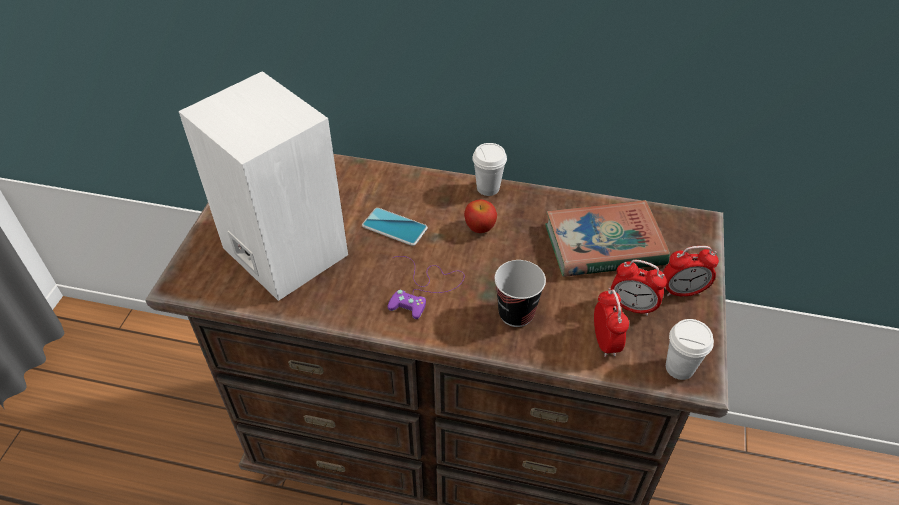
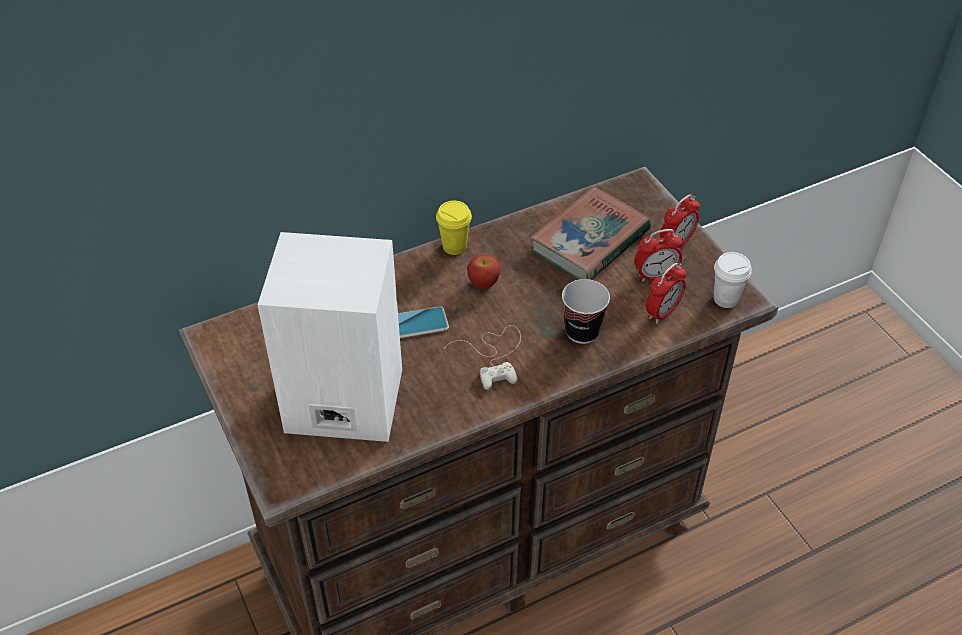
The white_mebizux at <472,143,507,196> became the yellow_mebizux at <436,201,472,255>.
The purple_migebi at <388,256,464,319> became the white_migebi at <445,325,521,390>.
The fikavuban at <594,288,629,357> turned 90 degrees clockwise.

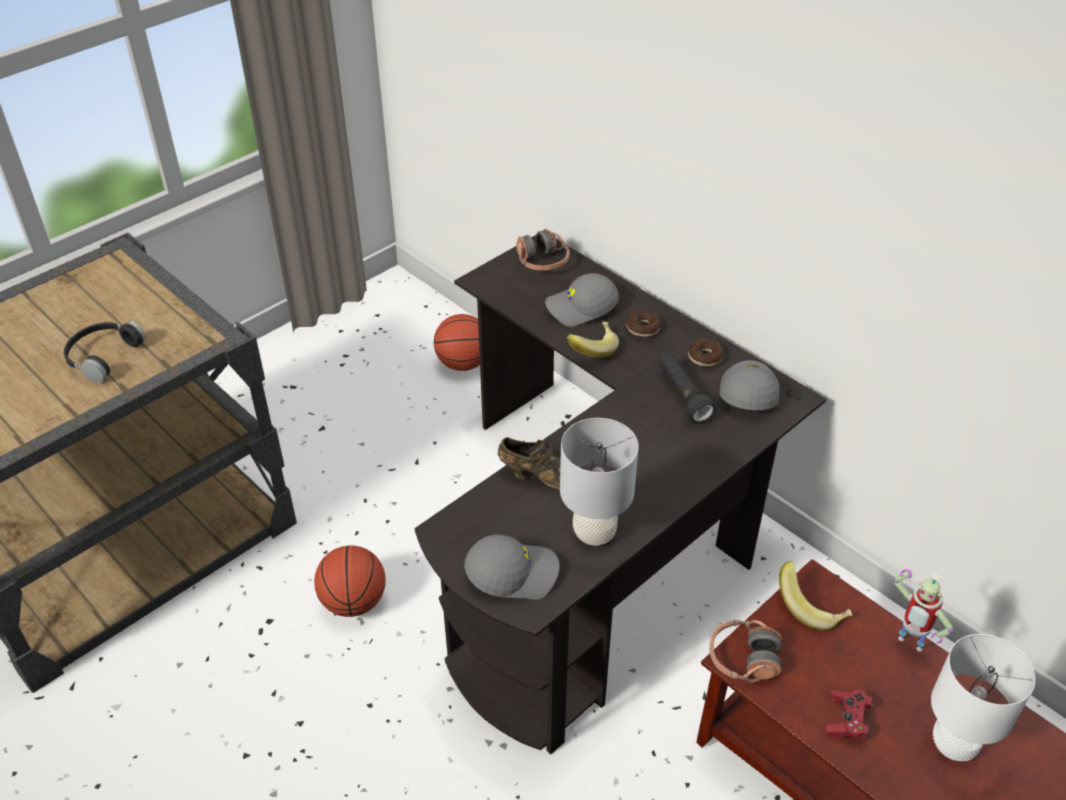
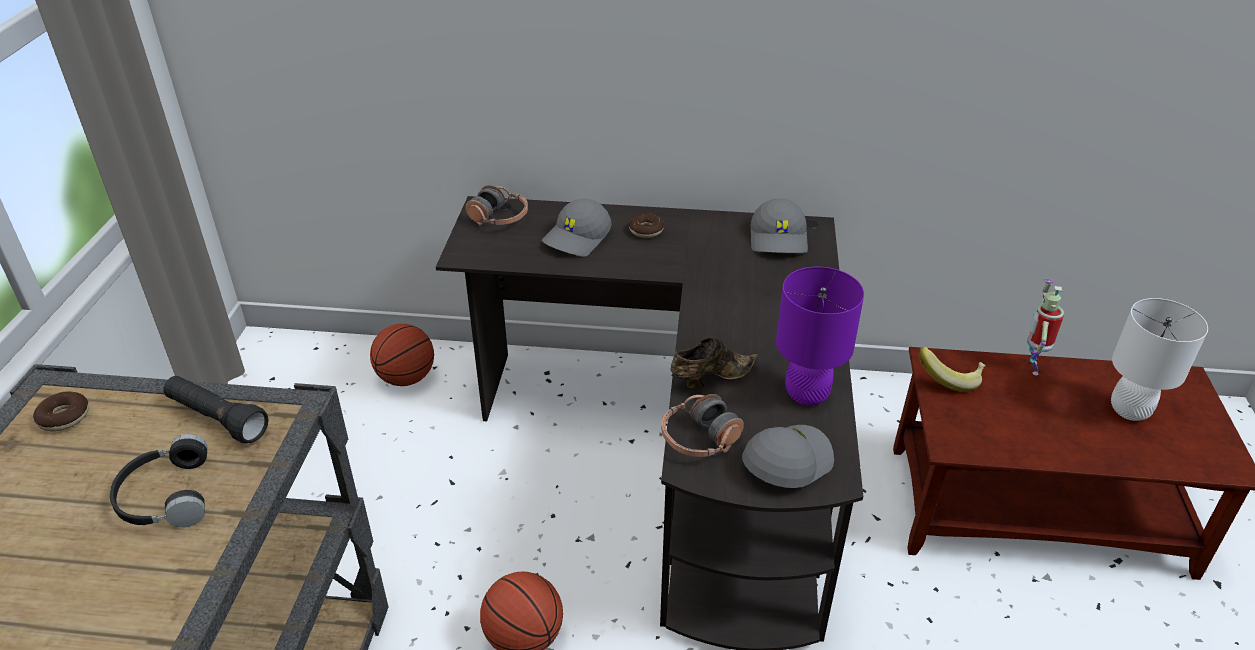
The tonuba moved from <688,339,724,367> to <33,391,89,431>.
The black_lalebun moved from <658,352,716,424> to <163,376,269,444>.
The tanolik moved from <709,620,782,683> to <662,394,744,457>.
The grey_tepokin at <719,360,780,410> turned 150 degrees counterclockwise.
The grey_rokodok at <560,418,639,546> became the purple_rokodok at <776,267,864,406>.
The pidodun at <894,569,953,652> turned 105 degrees clockwise.
The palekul at <567,322,619,358> disappeared.
The red_migebi at <825,690,873,740> disappeared.

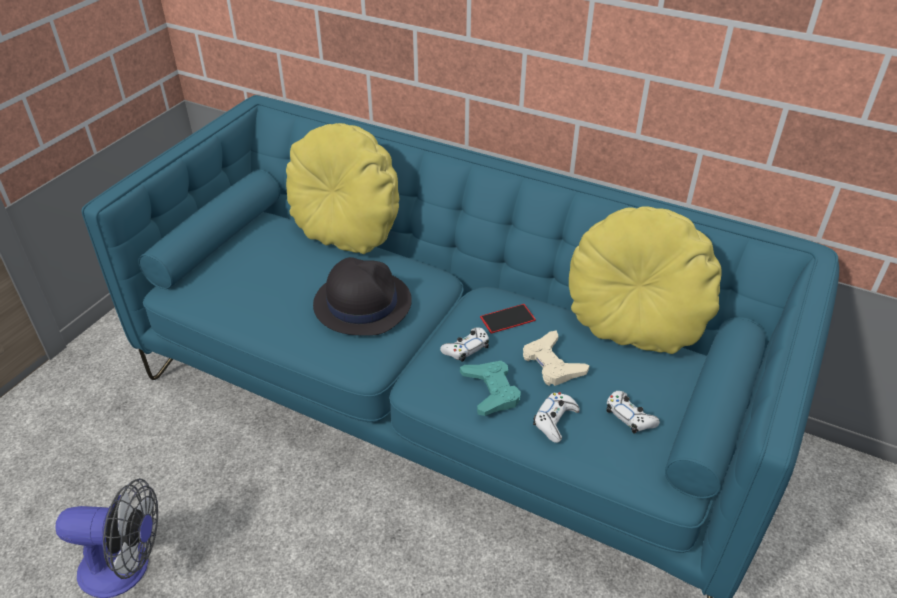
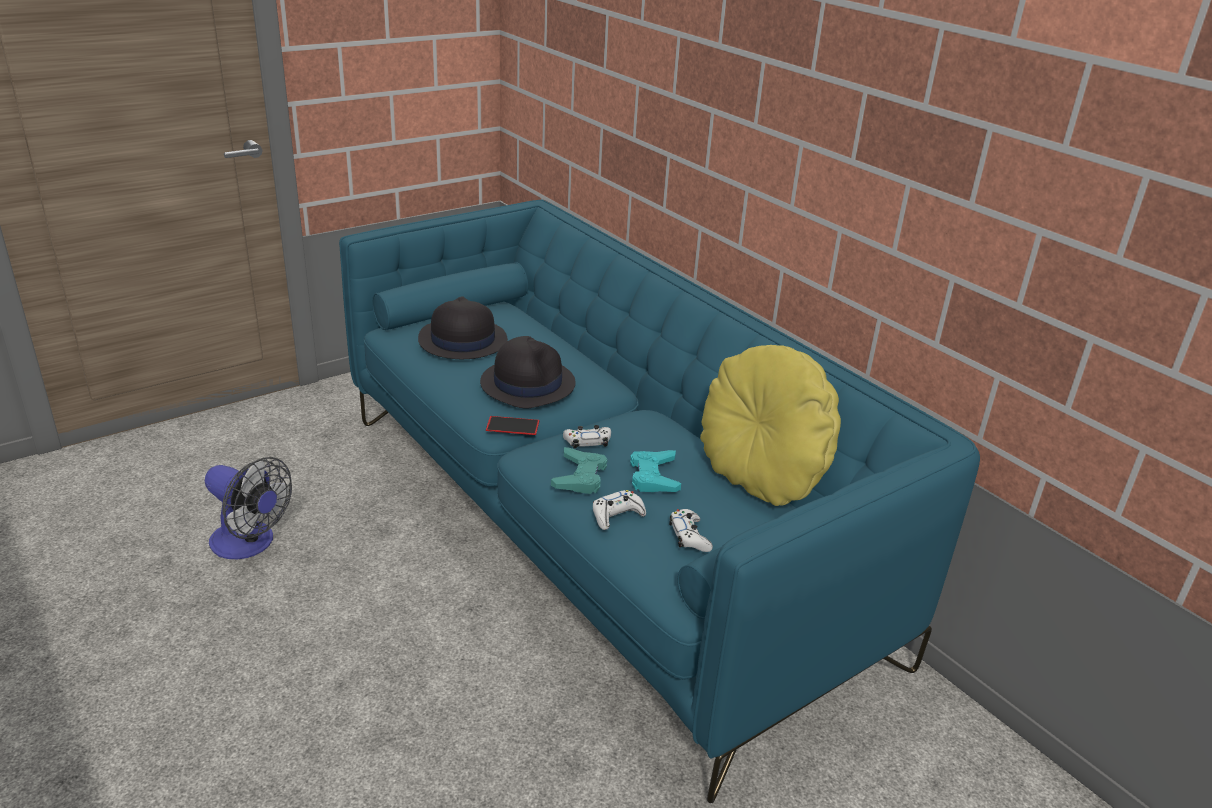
The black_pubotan at <418,296,508,359> appeared.
The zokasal moved from <480,304,536,333> to <486,416,540,435>.
The beige_migebi at <523,330,589,386> became the turquoise_migebi at <630,450,681,492>.
The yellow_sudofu at <286,123,399,254> disappeared.

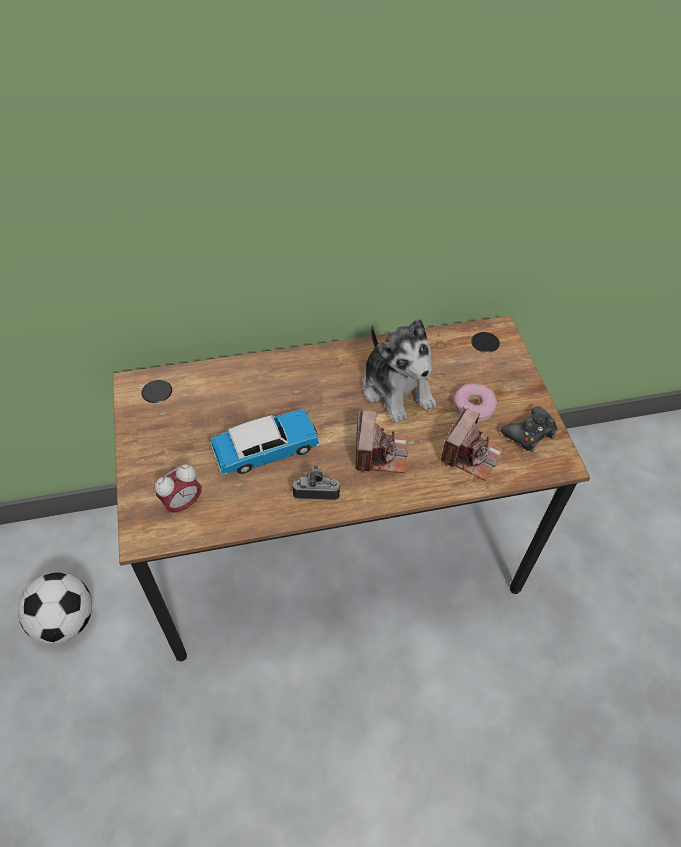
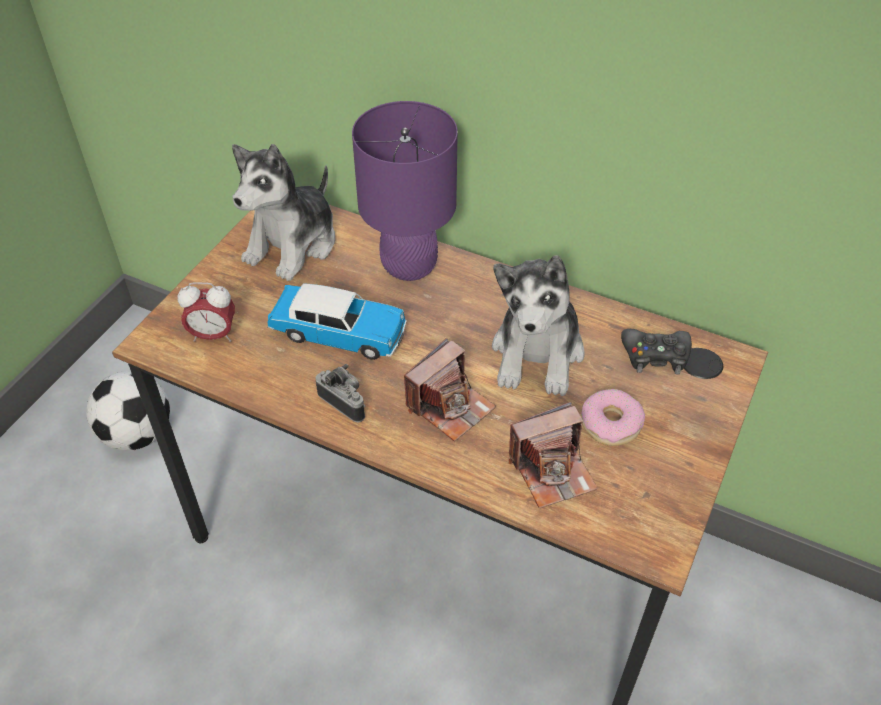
The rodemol at <232,144,335,281> appeared.
The purple_rokodok at <352,101,458,281> appeared.
The black_migebi moved from <501,406,557,452> to <621,329,692,374>.

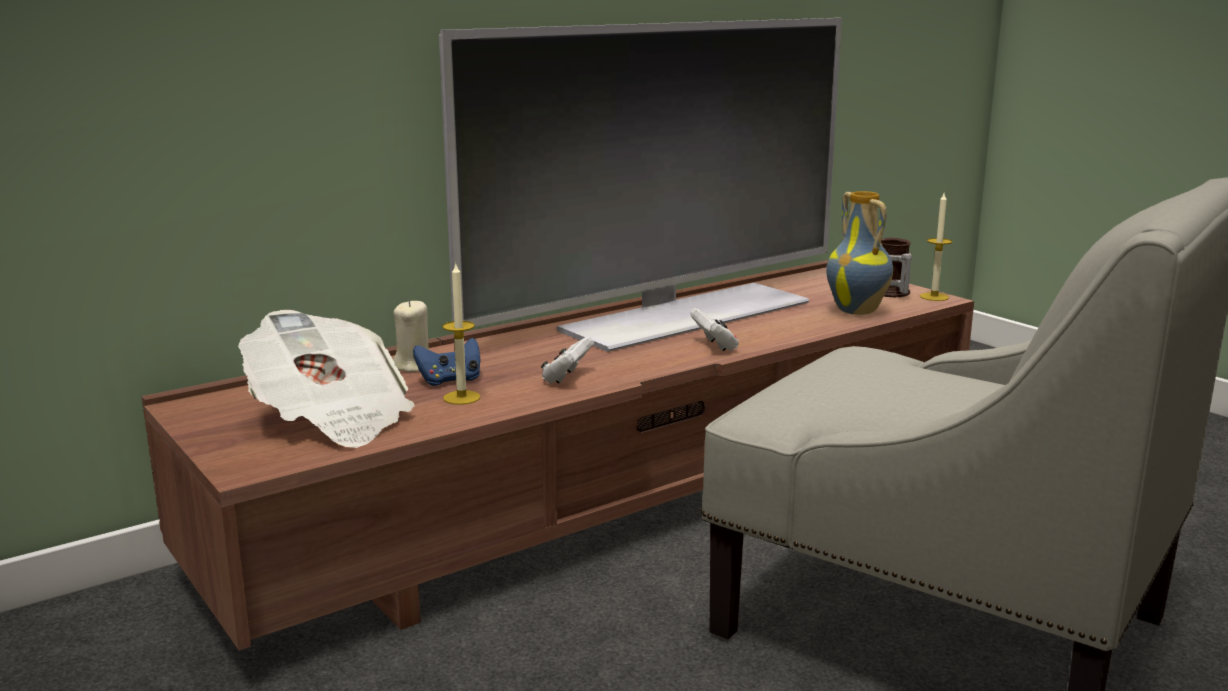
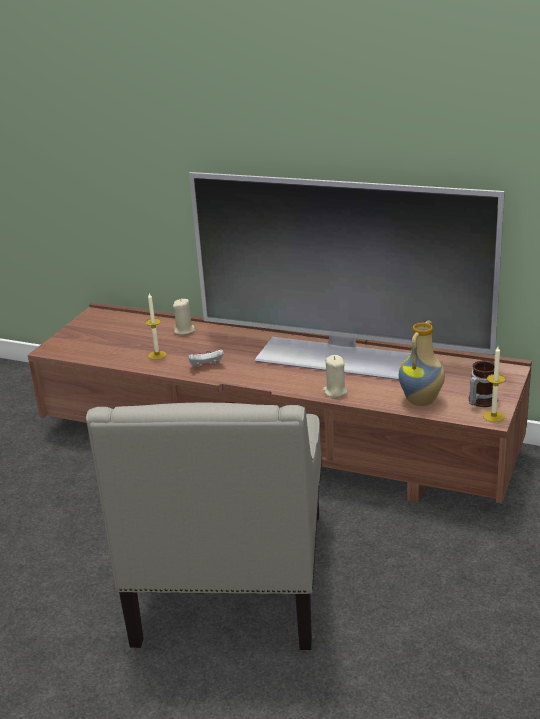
The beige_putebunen at <323,355,347,397> appeared.
The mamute at <238,310,415,448> disappeared.
The blue_migebi at <413,338,480,386> disappeared.
The white_migebi at <690,308,739,351> disappeared.

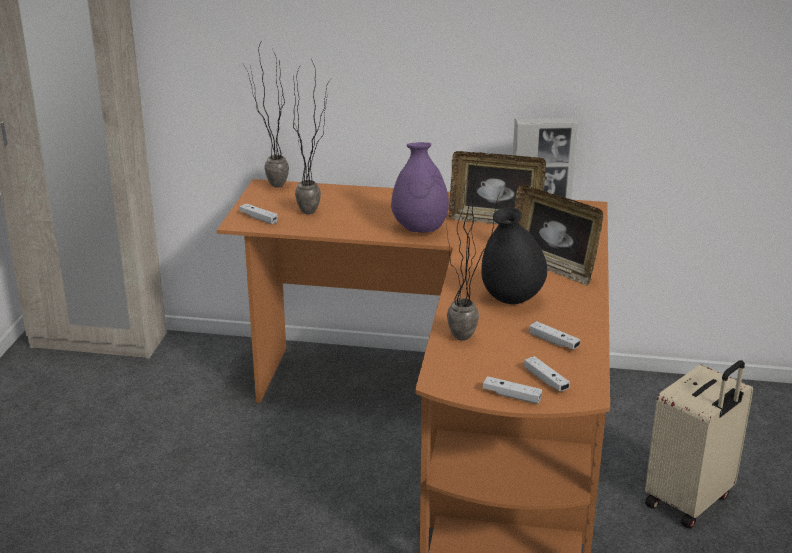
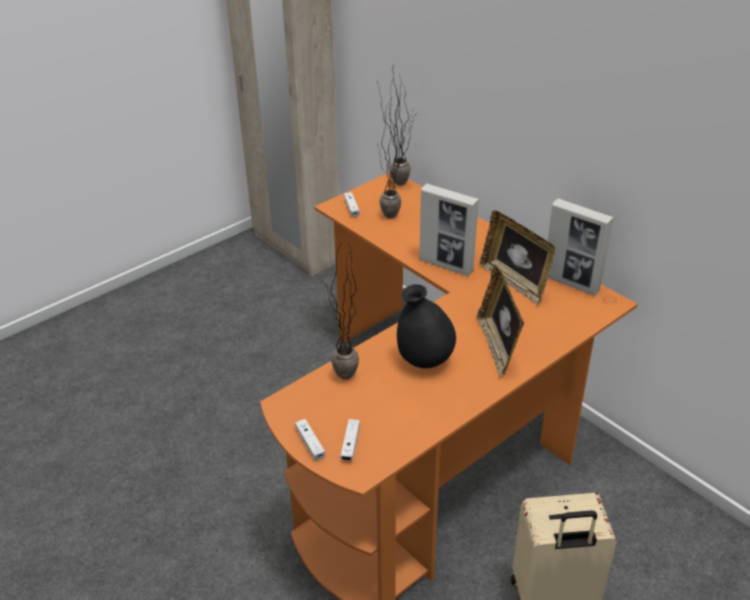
The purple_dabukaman at <391,142,449,233> was replaced by the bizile at <419,184,479,276>.
The white_migebi at <529,321,580,350> disappeared.

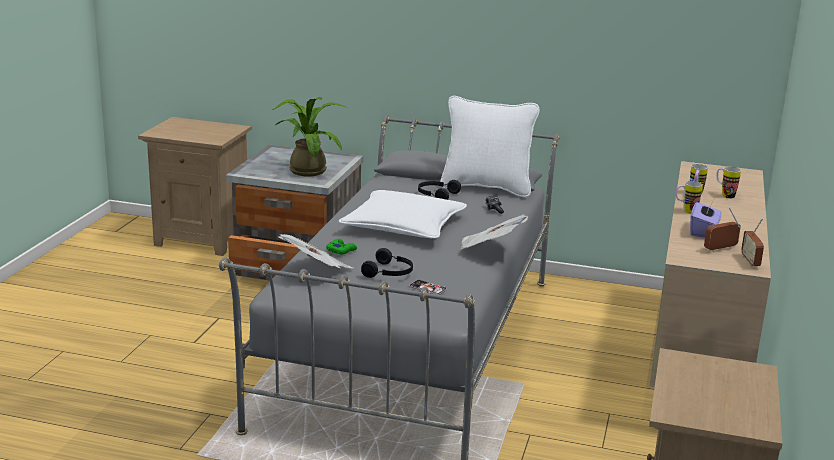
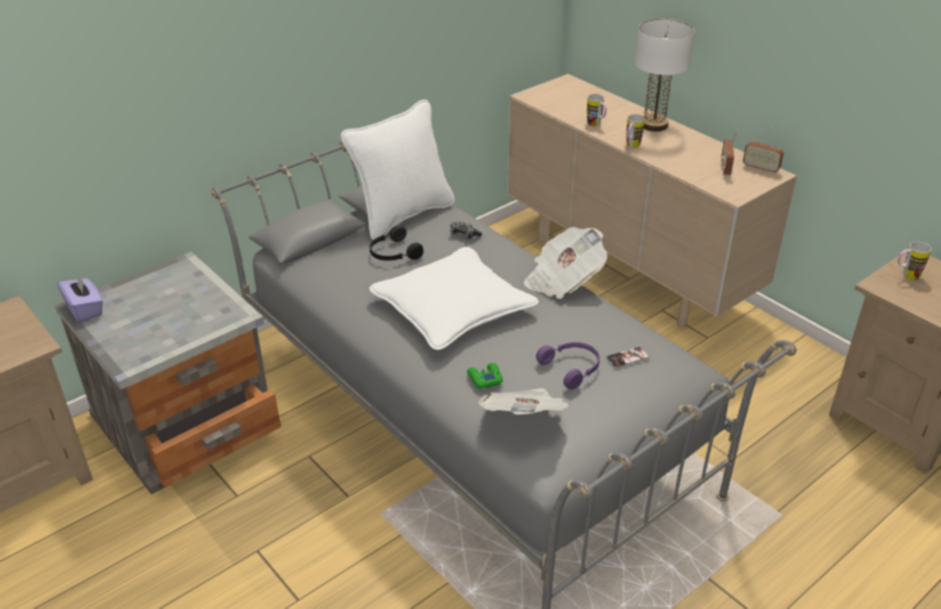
The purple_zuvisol moved from <690,200,722,238> to <57,275,103,322>.
The black_tanolik at <361,248,413,278> became the purple_tanolik at <536,342,600,389>.
The rokodok at <635,19,694,132> appeared.
The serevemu moved from <716,167,741,198> to <898,241,932,280>.
The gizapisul at <273,97,346,177> disappeared.

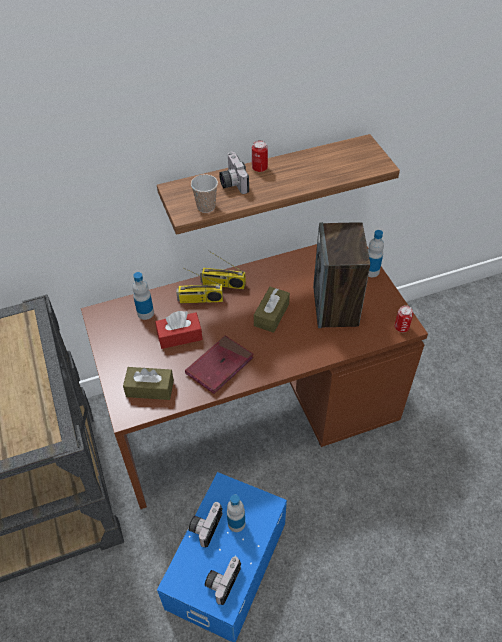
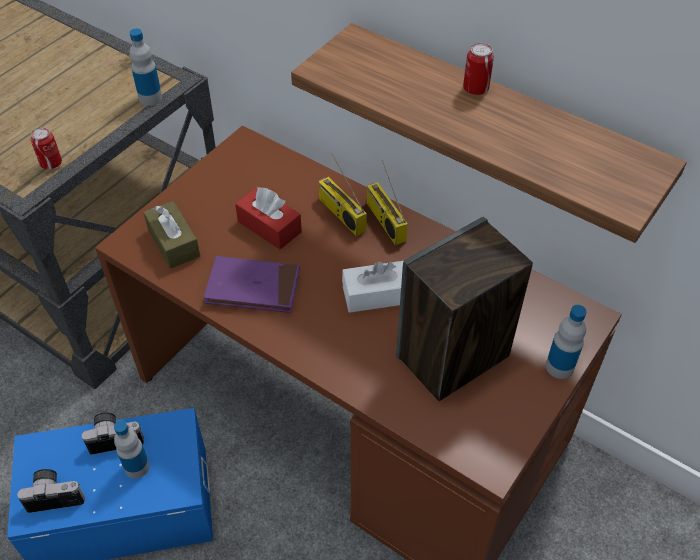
The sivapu moved from <394,305,413,332> to <31,127,62,169>.
The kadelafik moved from <132,272,154,320> to <129,28,162,106>.
The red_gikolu at <185,336,254,394> became the purple_gikolu at <203,256,300,313>.
The brown_zuvisol at <254,287,290,333> became the white_zuvisol at <342,261,403,313>.
The mebizux at <191,174,218,213> disappeared.
The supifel at <219,151,249,194> disappeared.

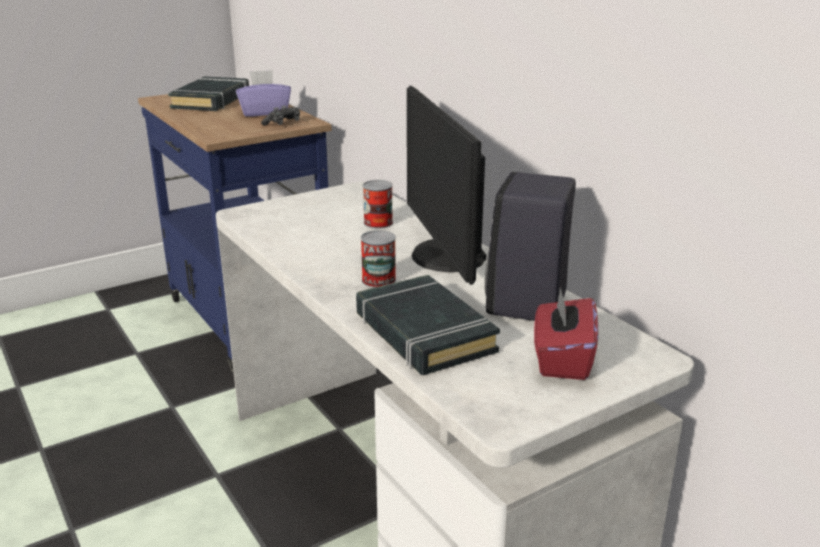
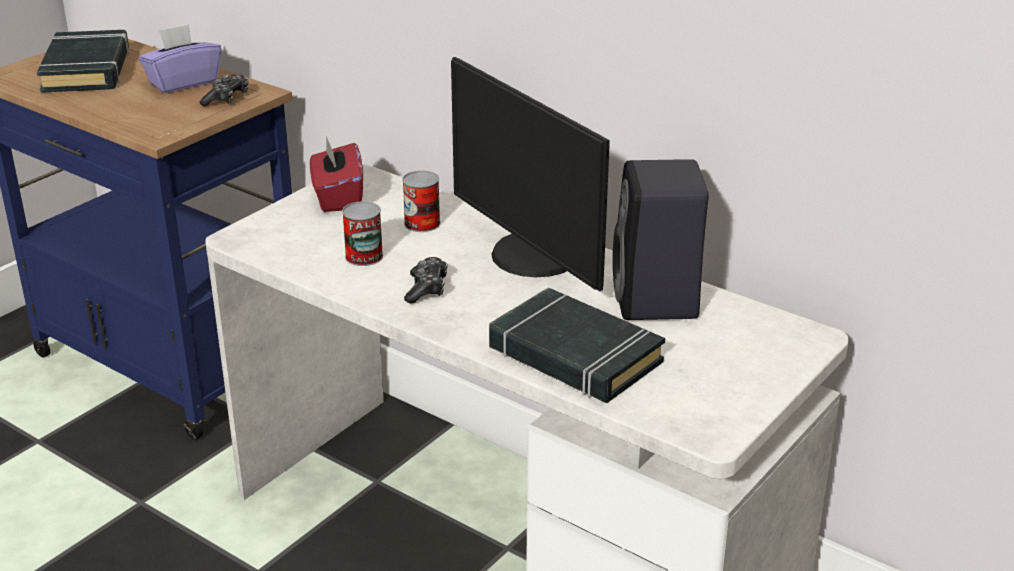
The red_zuvisol moved from <534,287,598,380> to <310,136,363,212>.
The sivapu moved from <361,230,396,288> to <342,201,383,266>.
The migebi at <404,257,448,304> appeared.

